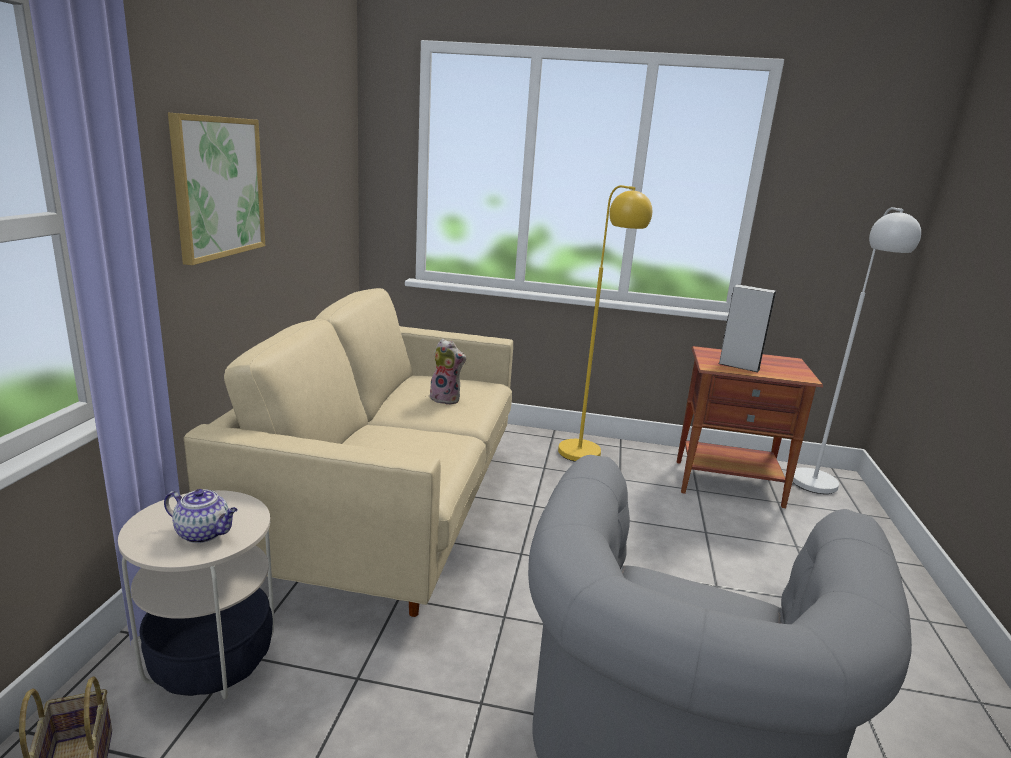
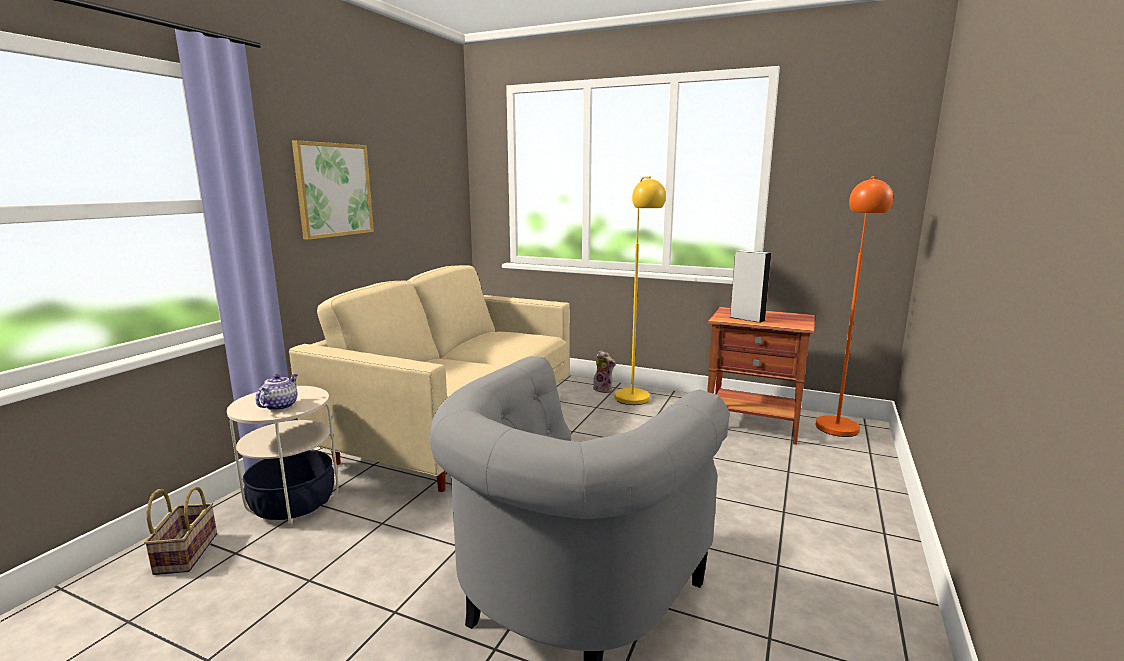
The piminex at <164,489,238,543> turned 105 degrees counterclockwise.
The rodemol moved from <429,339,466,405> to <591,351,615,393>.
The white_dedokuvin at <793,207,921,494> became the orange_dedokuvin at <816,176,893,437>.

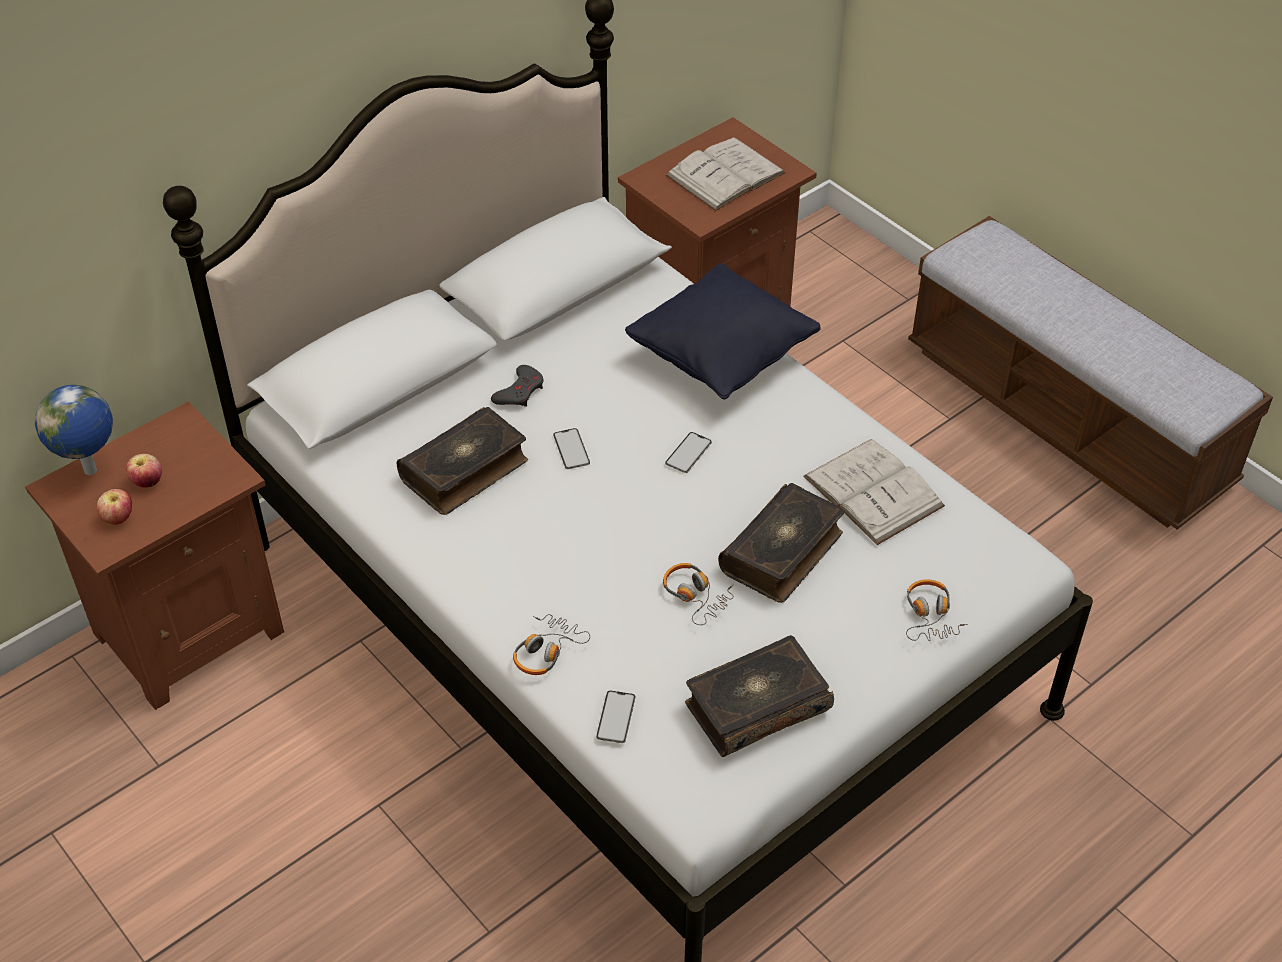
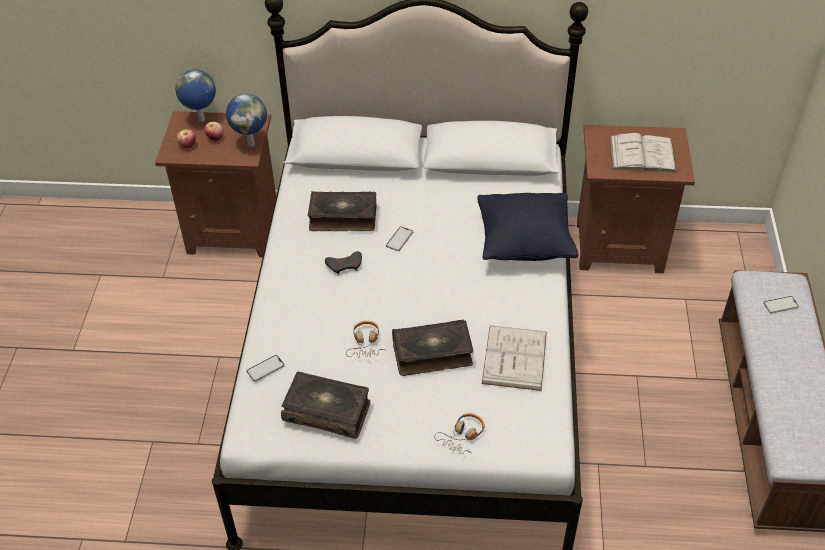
The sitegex at <226,94,267,147> appeared.
The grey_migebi moved from <491,365,544,407> to <325,251,362,275>.
The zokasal moved from <665,432,712,473> to <763,296,799,313>.
The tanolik at <513,614,590,675> disappeared.

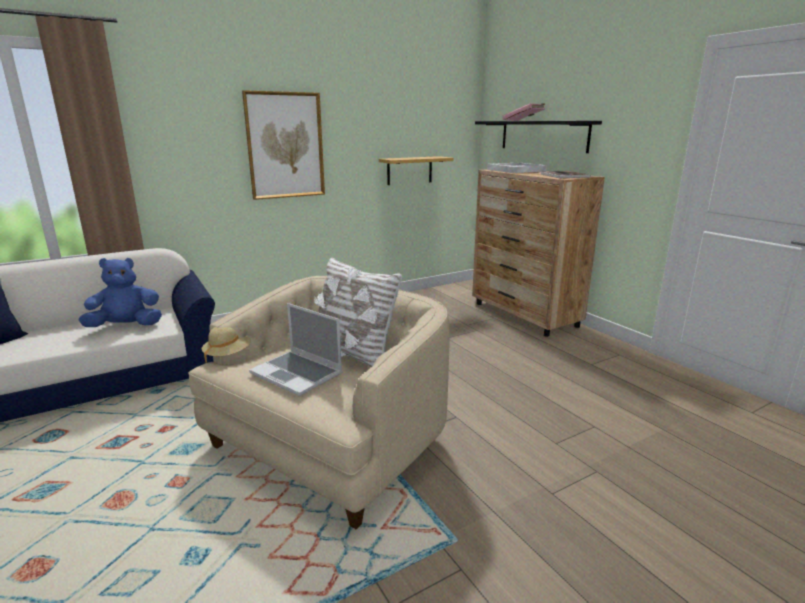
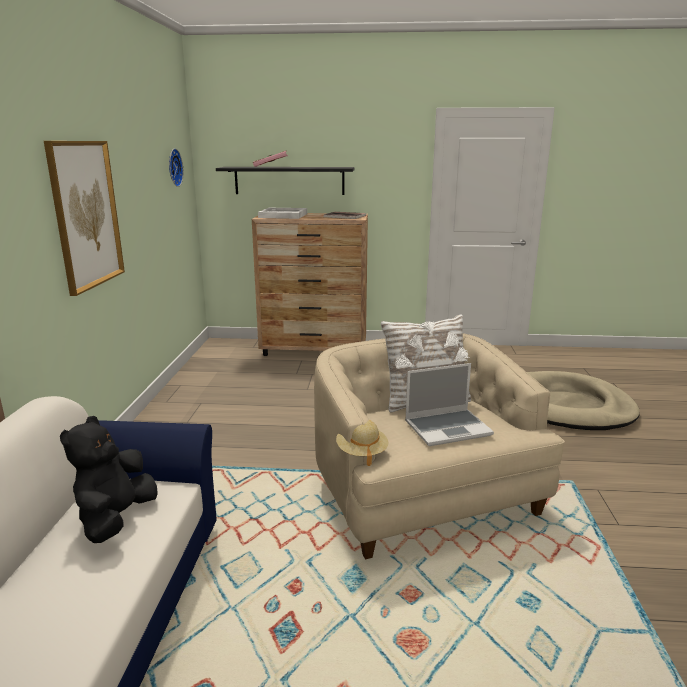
The blue_rodemol at <79,258,162,327> became the black_rodemol at <60,416,158,543>.
The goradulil at <169,148,183,187> appeared.
The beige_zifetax at <527,371,640,430> appeared.
The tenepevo at <379,156,454,185> disappeared.

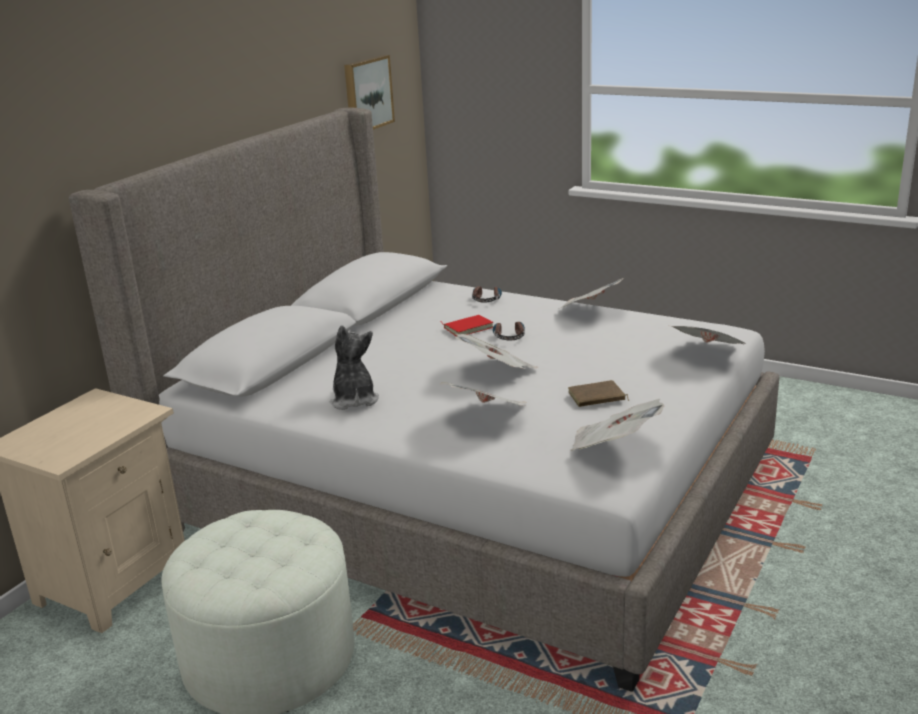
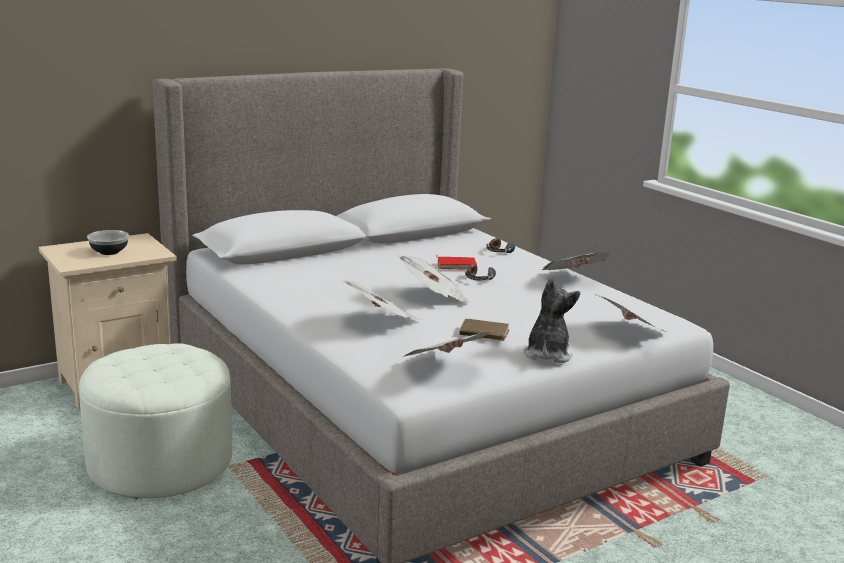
The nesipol at <87,230,129,255> appeared.
The rodemol moved from <330,325,379,410> to <523,278,580,363>.
The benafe at <344,55,395,130> disappeared.

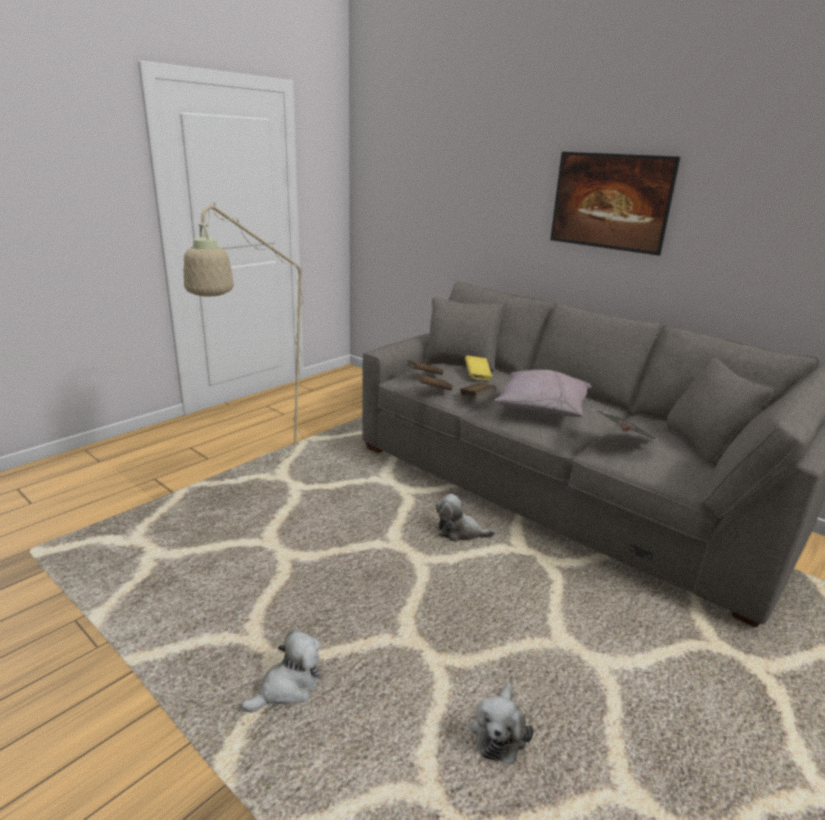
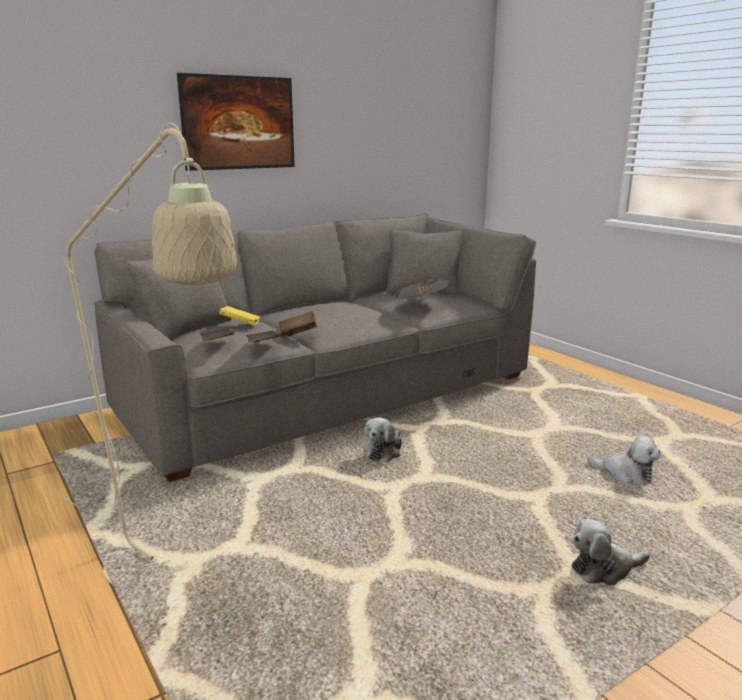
The rodemol at <241,629,321,713> turned 75 degrees counterclockwise.
The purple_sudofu at <494,370,592,417> disappeared.

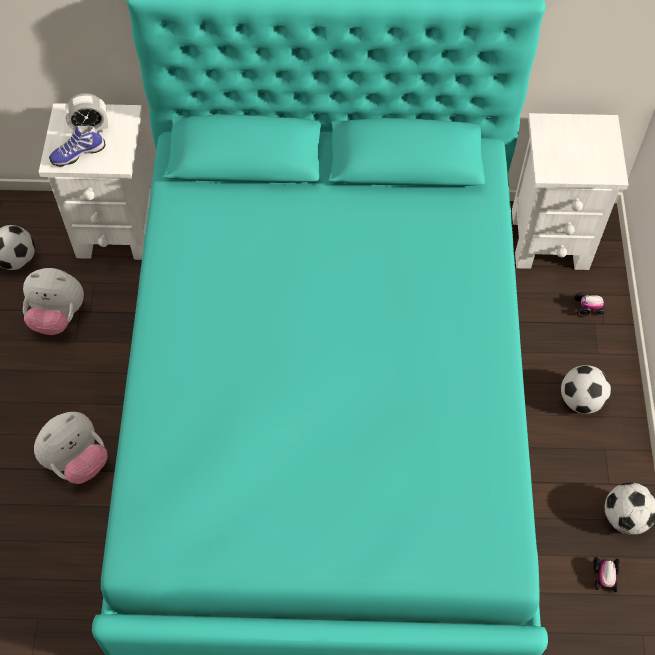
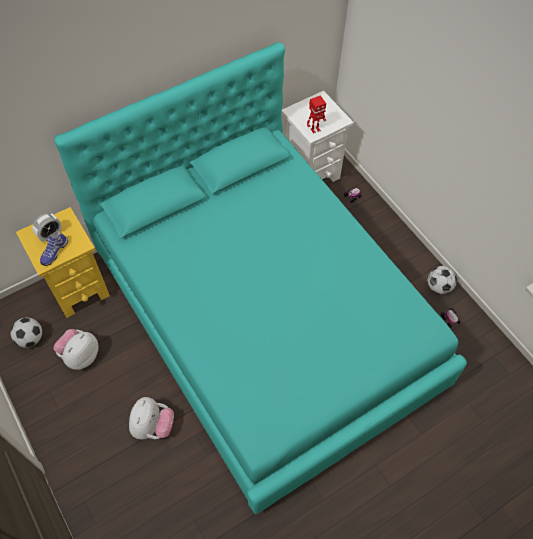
The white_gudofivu at <39,103,152,260> became the yellow_gudofivu at <16,207,110,318>.
The rodemol at <23,268,84,335> turned 150 degrees clockwise.
The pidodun at <307,95,326,134> appeared.
The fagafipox at <561,365,611,414> disappeared.

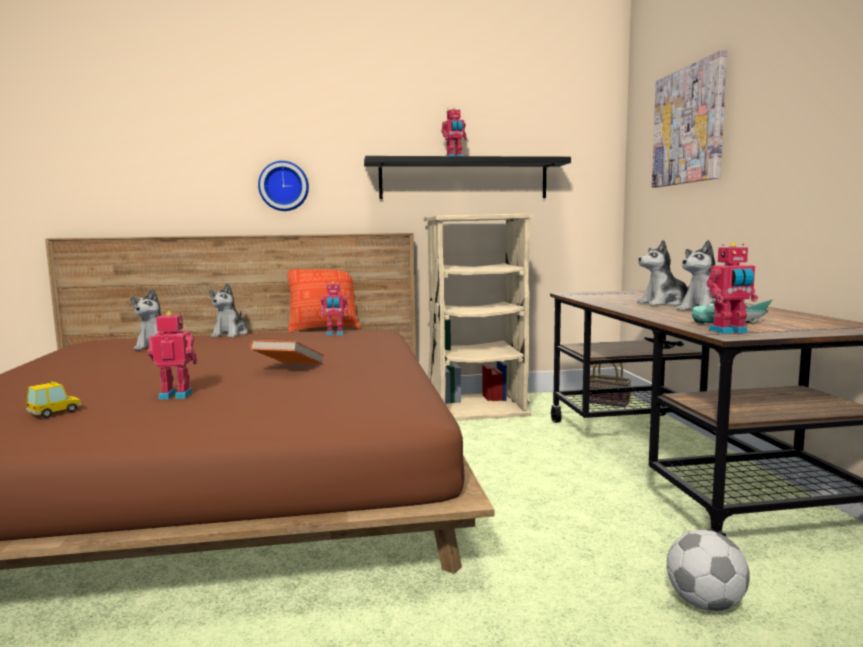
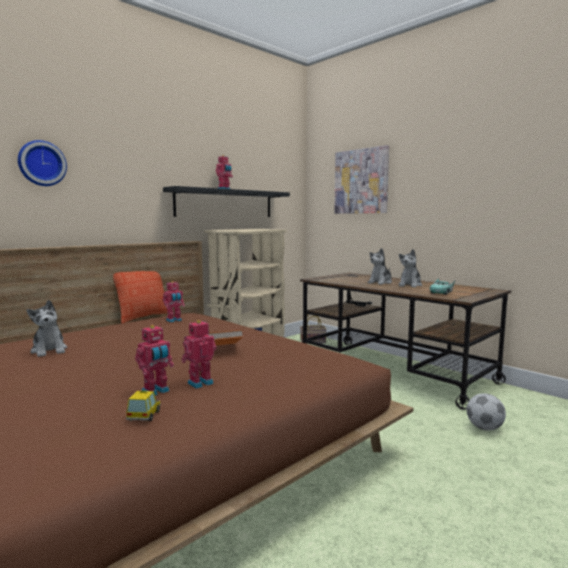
The goradulil moved from <258,161,309,211> to <18,140,67,186>.
The pidodun moved from <707,242,758,334> to <135,324,174,396>.
The rodemol at <209,283,248,338> disappeared.

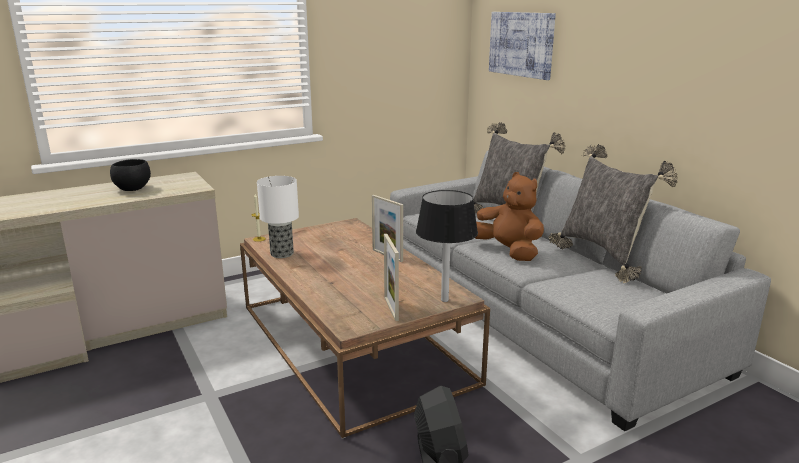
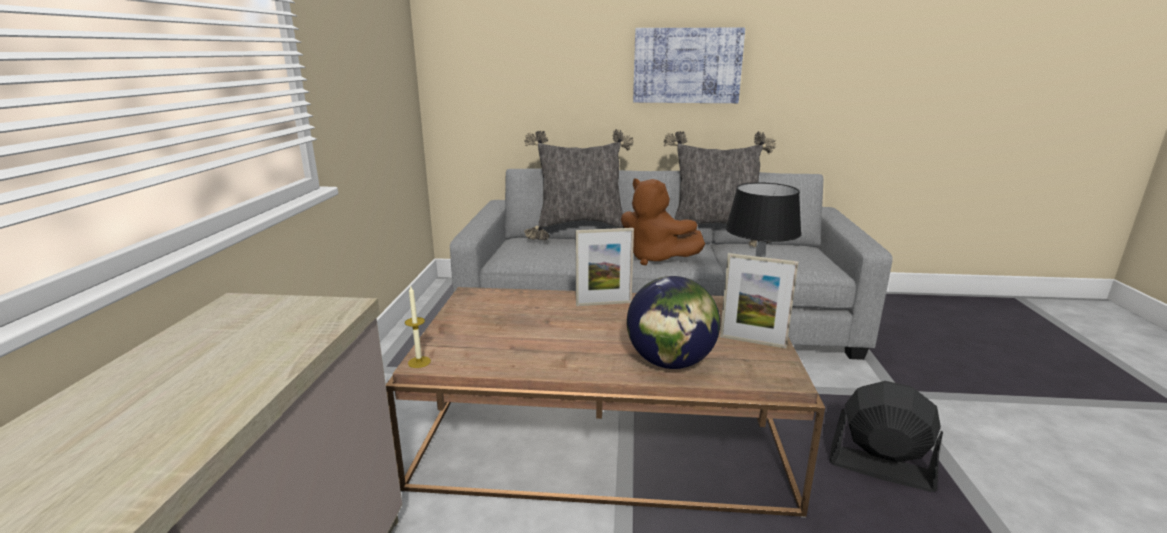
The brown_rodemol at <475,172,544,261> turned 135 degrees counterclockwise.
The sitegex at <627,276,720,369> appeared.
The benafe moved from <489,12,556,80> to <633,28,745,103>.
The black_nesipol at <110,159,151,191> disappeared.
The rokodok at <257,176,299,258> disappeared.

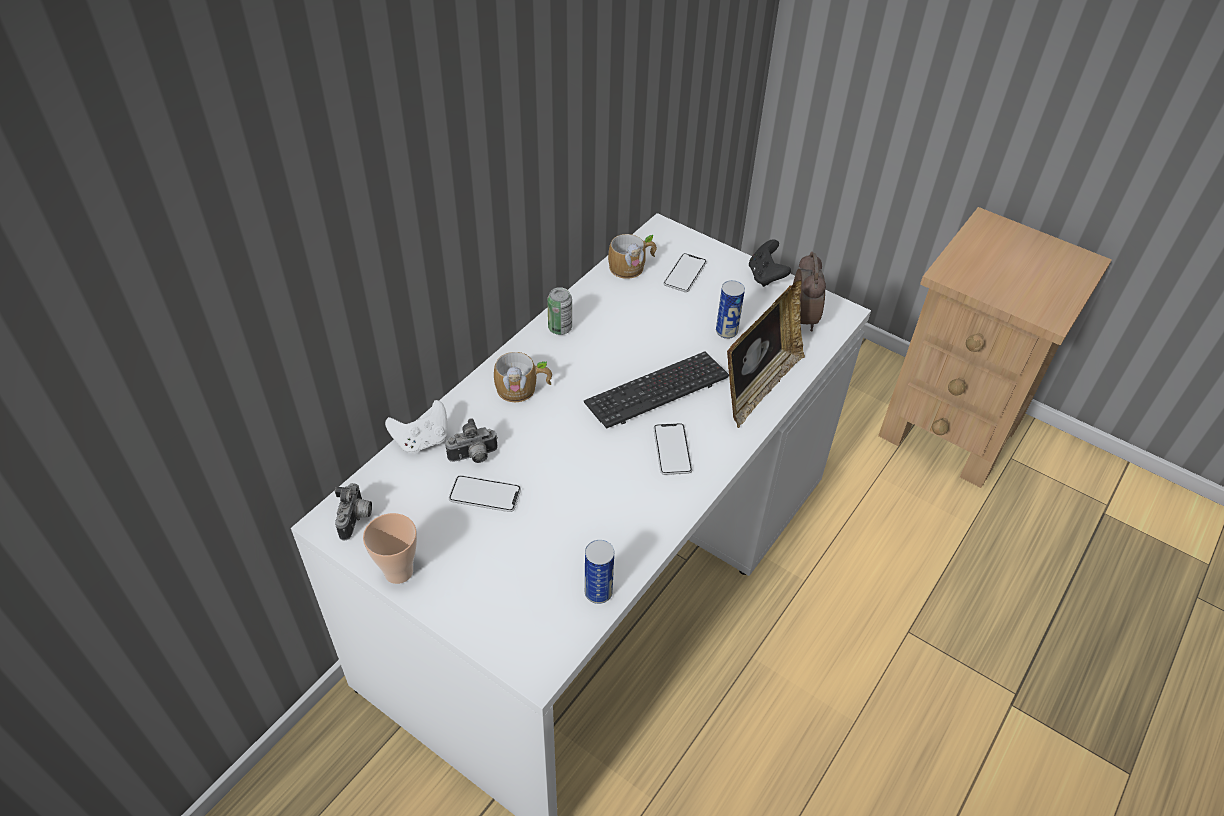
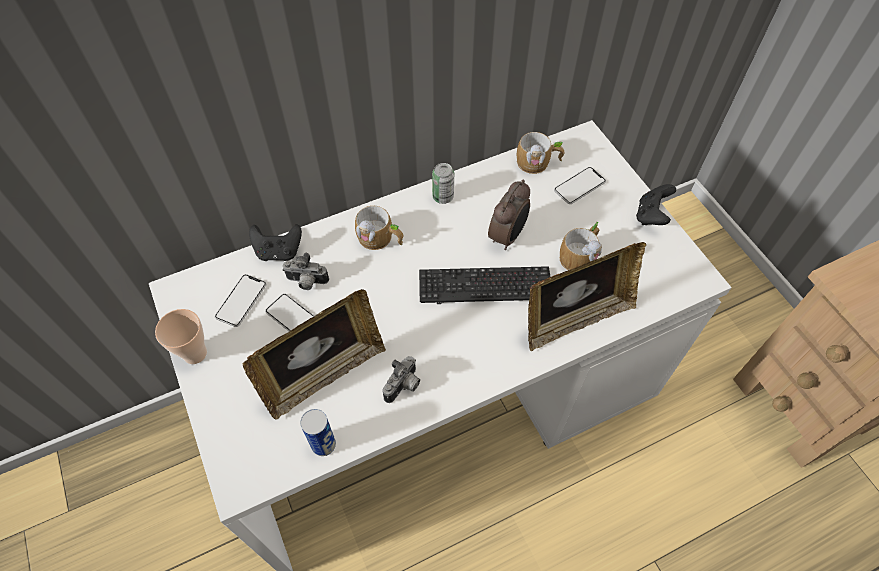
The zokasal moved from <653,423,692,475> to <215,274,267,327>.
The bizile at <242,289,386,419> appeared.
The white_migebi at <385,400,447,453> became the black_migebi at <249,224,302,261>.
The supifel moved from <335,483,372,540> to <382,356,420,403>.
The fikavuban moved from <793,252,826,332> to <488,180,530,250>.
The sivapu at <716,280,745,339> was replaced by the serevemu at <560,222,602,270>.

